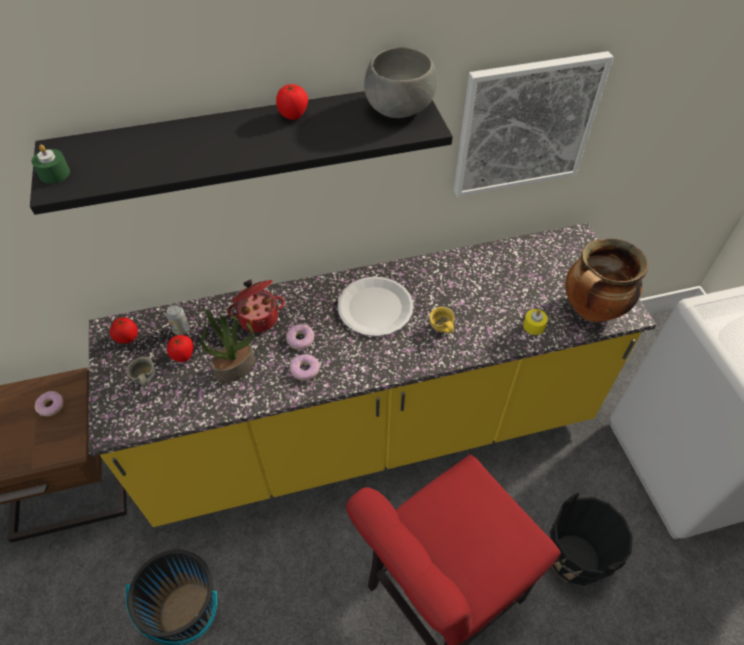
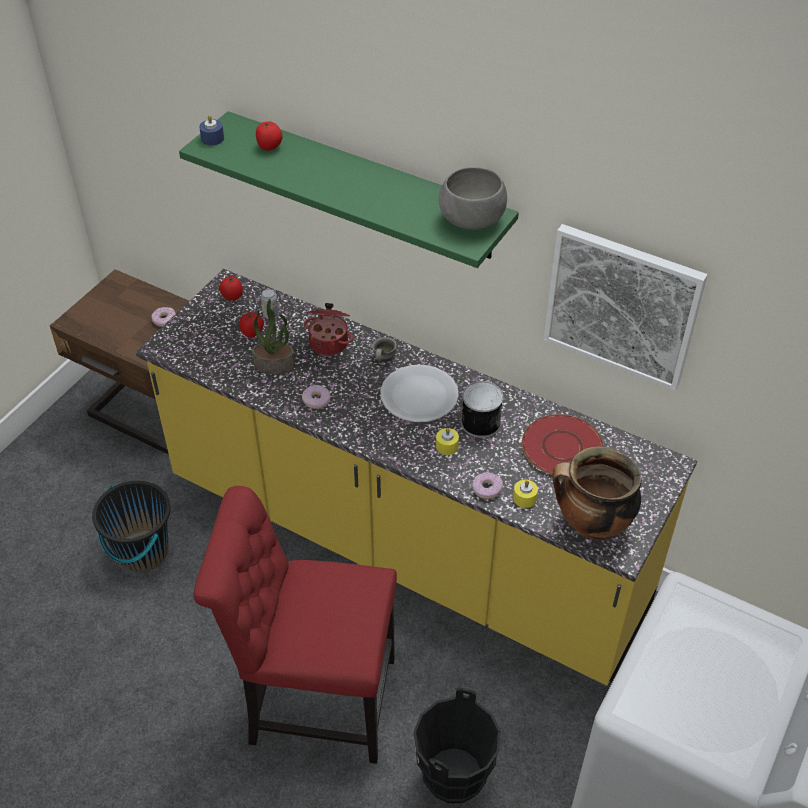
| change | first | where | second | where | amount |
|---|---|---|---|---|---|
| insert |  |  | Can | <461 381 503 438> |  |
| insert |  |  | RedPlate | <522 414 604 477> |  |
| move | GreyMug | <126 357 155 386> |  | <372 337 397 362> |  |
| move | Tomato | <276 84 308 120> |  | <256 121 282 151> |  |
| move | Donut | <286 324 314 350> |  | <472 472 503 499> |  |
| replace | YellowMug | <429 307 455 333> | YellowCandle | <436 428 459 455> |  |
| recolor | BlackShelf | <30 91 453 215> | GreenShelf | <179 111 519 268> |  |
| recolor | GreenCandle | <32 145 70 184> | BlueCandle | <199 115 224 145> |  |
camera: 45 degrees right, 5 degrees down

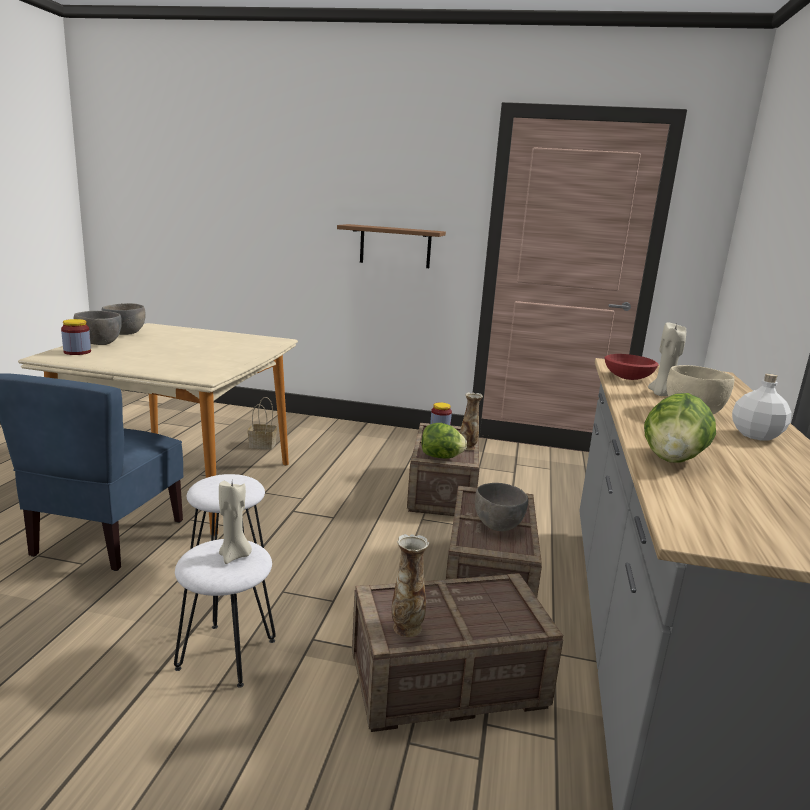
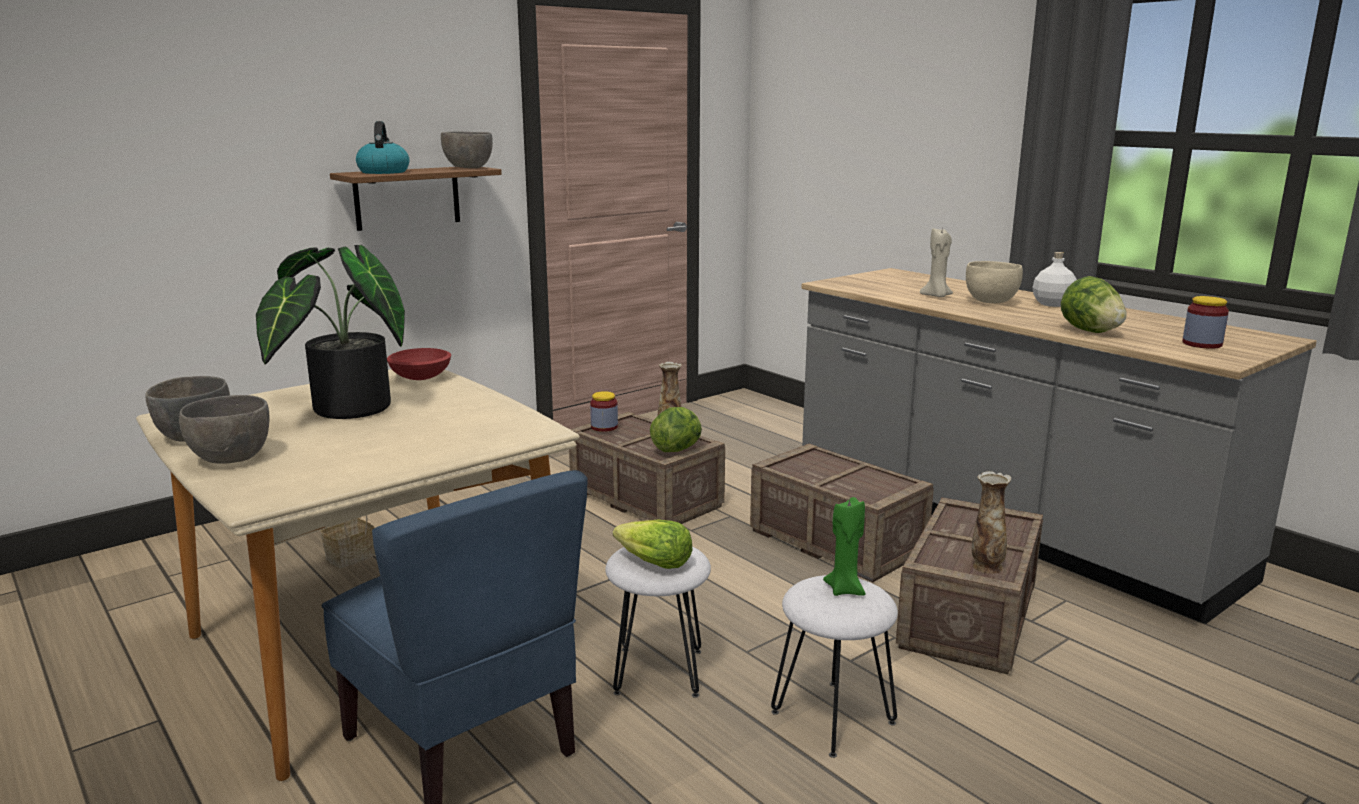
| change | first | where | second | where | amount |
|---|---|---|---|---|---|
| insert |  |  | PottedPlant | <256 245 405 419> |  |
| insert |  |  | Kettle | <356 121 409 174> |  |
| insert |  |  | Lettuce | <613 519 692 569> |  |
| move | Jar | <61 319 91 355> |  | <1182 296 1229 349> |  |
| move | GreyBowl | <475 483 528 531> |  | <441 131 493 168> |  |
| move | RedBowl | <605 354 659 380> |  | <387 348 451 380> |  |
| recolor | BeigeCandle | <219 481 252 564> | GreenCandle | <823 497 865 596> |  |
camera: 50 degrees left, 0 degrees up

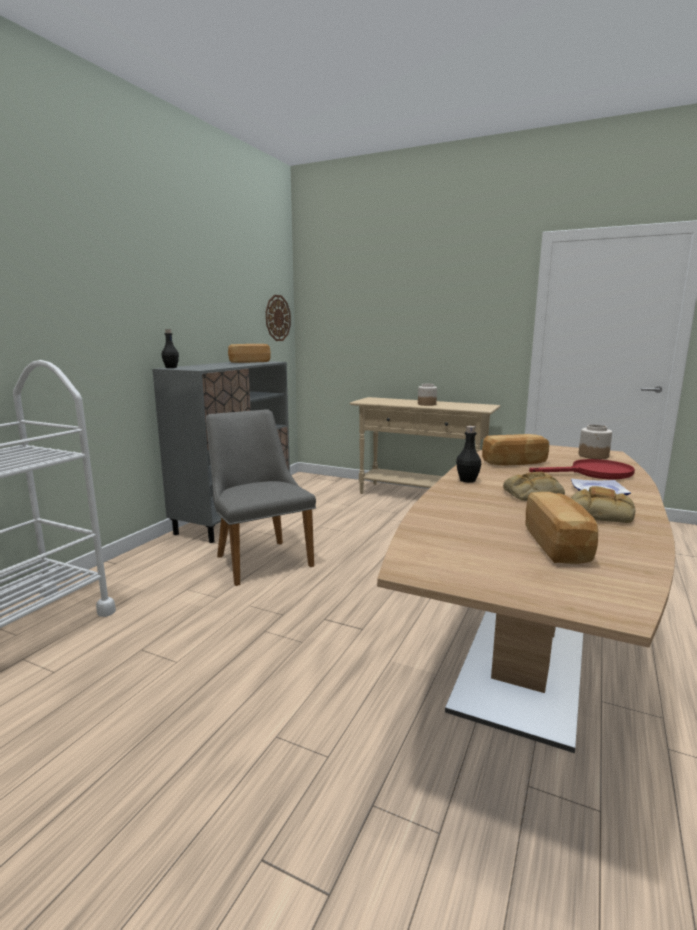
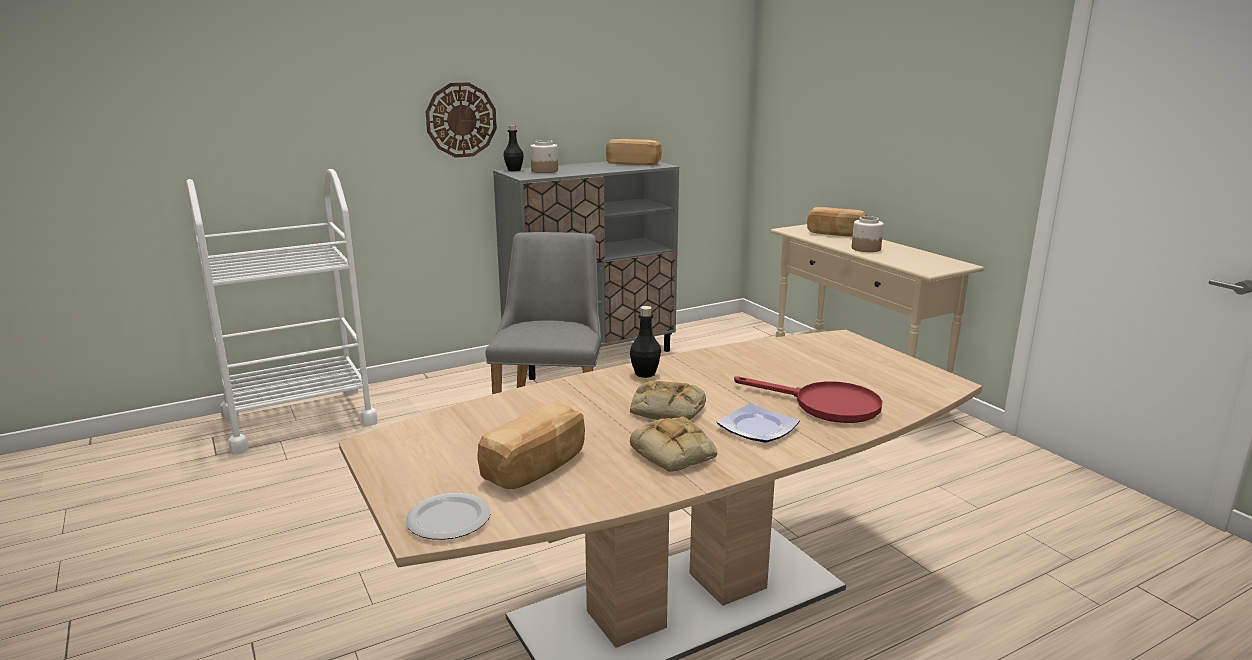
| change | first | where | second | where | amount |
|---|---|---|---|---|---|
| insert |  |  | Plate | <406 493 491 540> |  |
| move | WallClock | <266 295 291 341> |  | <426 82 497 158> |  |
| move | Bread | <482 434 549 466> |  | <807 207 867 237> |  |
| move | Jar | <578 424 612 459> |  | <530 140 558 173> |  |
camera: 35 degrees right, 5 degrees up

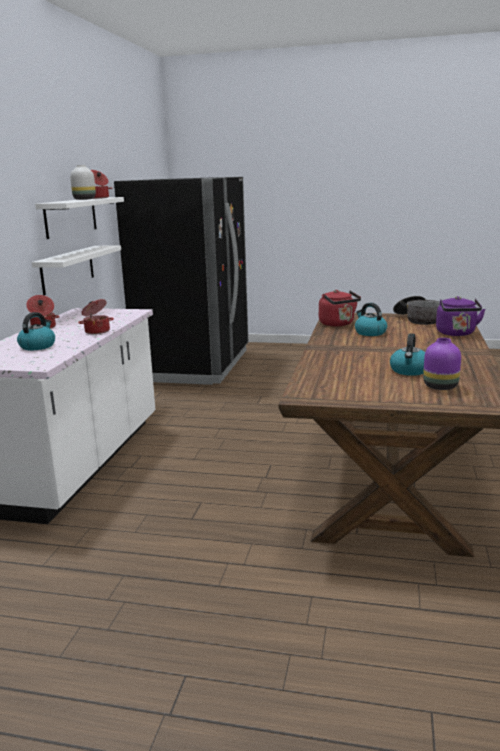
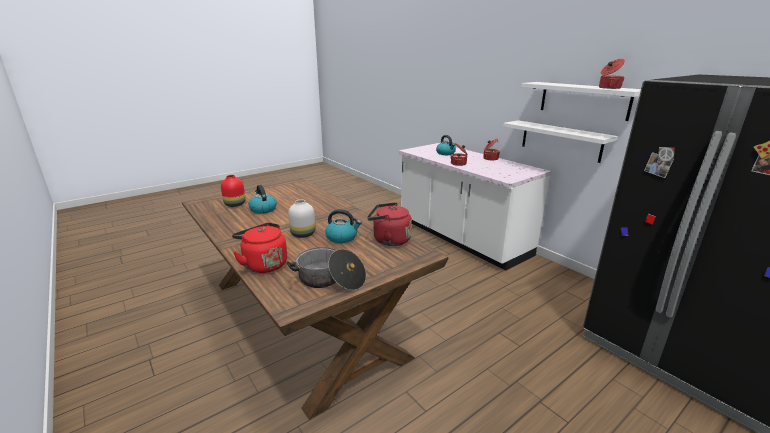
| change | first | where | second | where | amount |
|---|---|---|---|---|---|
| move | WhiteVase | <70 165 96 200> |  | <288 199 315 238> |  |
| recolor | PurpleVase | <423 338 461 390> | RedVase | <221 175 245 207> |  |
| recolor | PurpleKettle | <436 296 486 336> | RedKettle | <232 223 287 273> |  |
camera: 130 degrees right, 5 degrees up

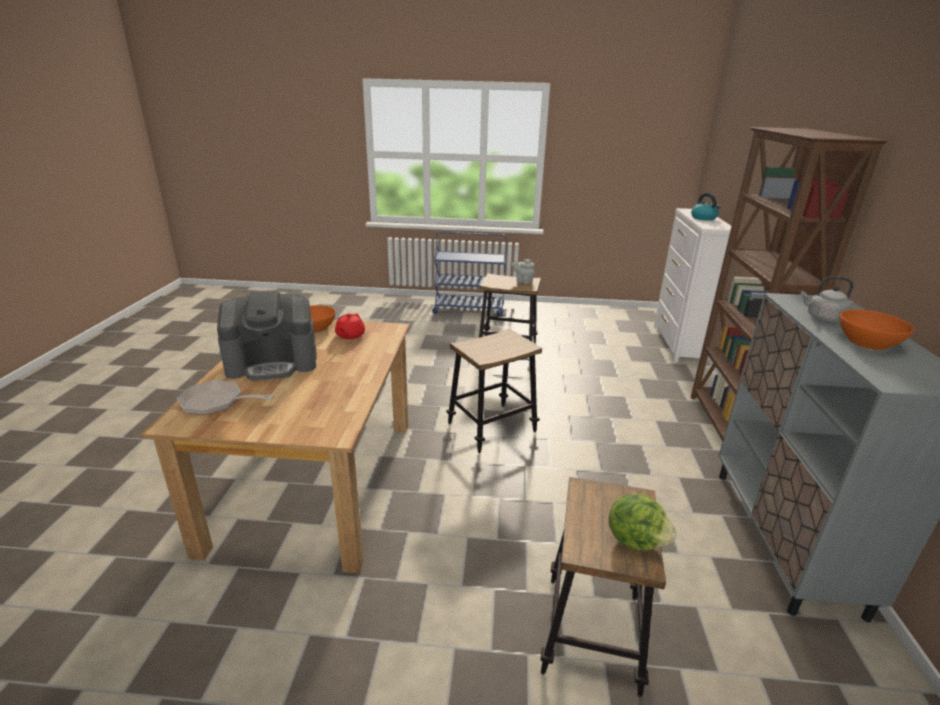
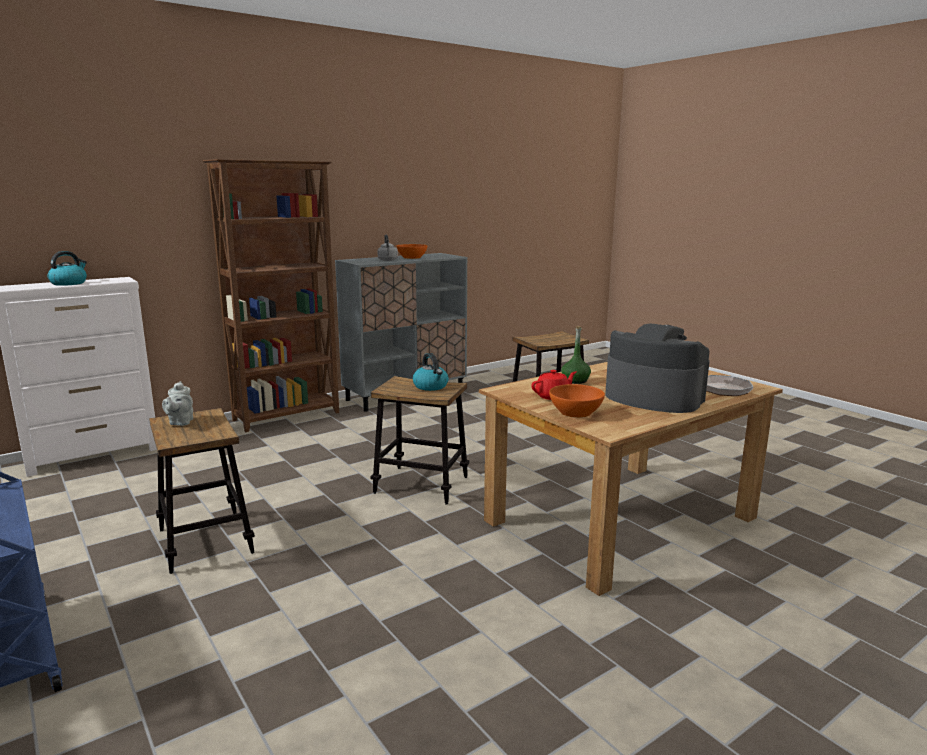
| change | first | where | second | where | amount |
|---|---|---|---|---|---|
| delete | Lettuce | <609 494 676 551> |  |  |  |
| insert |  |  | Kettle | <413 353 449 391> |  |
| insert |  |  | GreenBottle | <561 326 591 384> |  |
camera: 130 degrees left, 10 degrees down

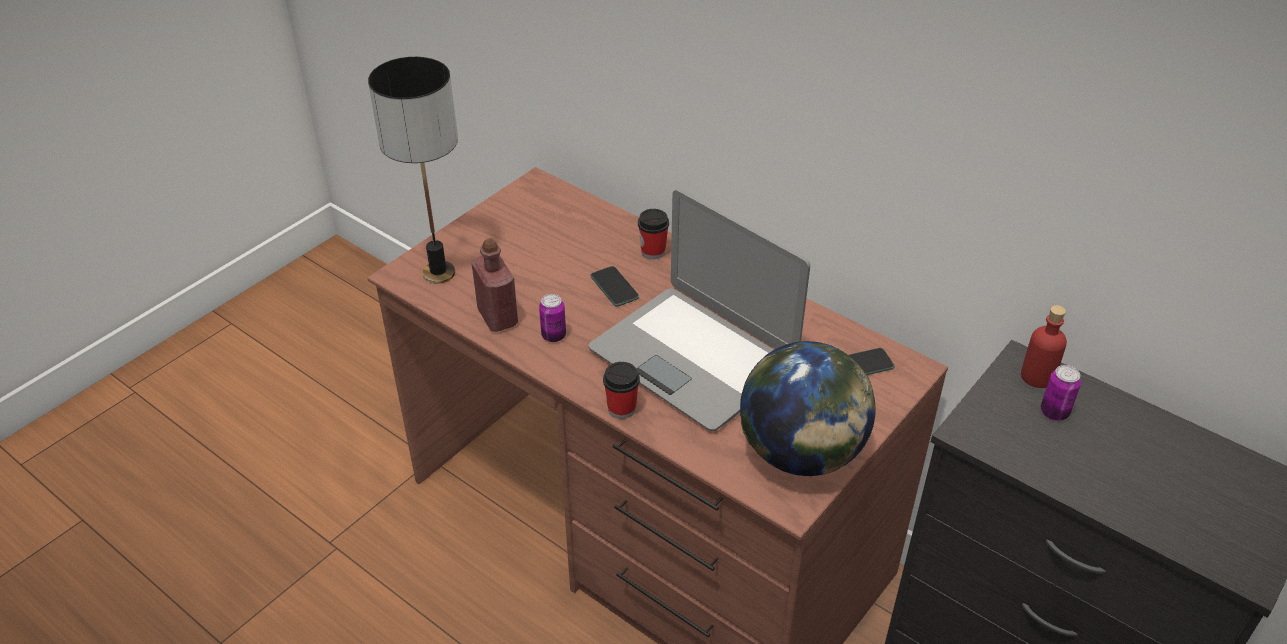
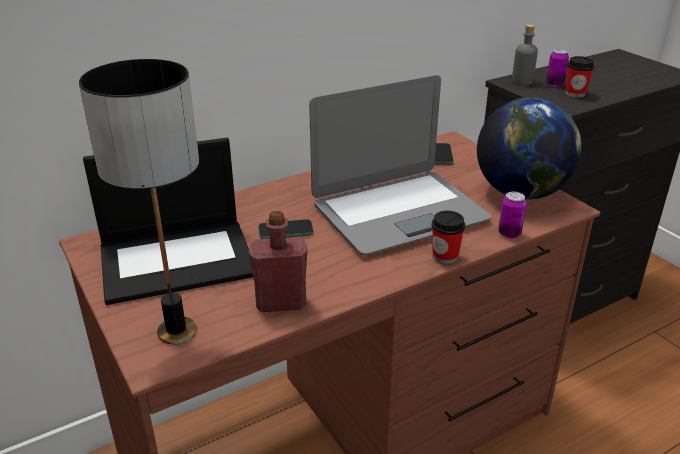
| change | first | where | second | where | amount |
|---|---|---|---|---|---|
| insert |  |  | Laptop | <83 138 253 305> |  |
| move | Can | <539 294 566 342> |  | <498 192 527 238> |  |
| move | Cup | <638 209 669 259> |  | <565 56 594 98> |  |
| recolor | RedBottle | <1021 305 1067 388> | GreyBottle | <512 24 538 85> |  |
camera: 70 degrees left, 10 degrees down

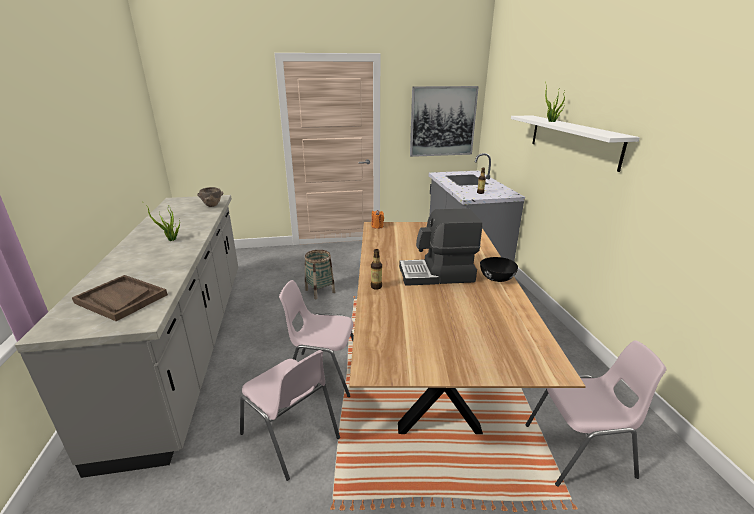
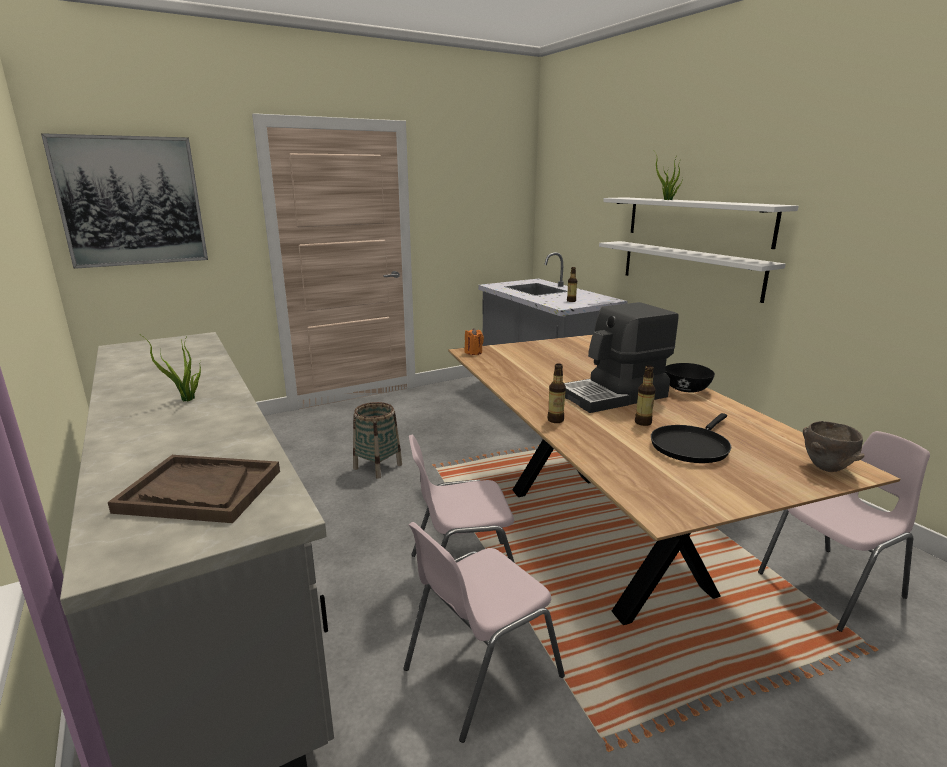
| change | first | where | second | where | amount |
|---|---|---|---|---|---|
| insert |  |  | WhiteShelf | <599 241 786 303> |  |
| insert |  |  | Bottle | <635 365 656 426> |  |
| insert |  |  | BlackFryingPan | <651 413 731 463> |  |
| move | BrownBowl | <197 187 224 207> |  | <803 421 865 472> |  |
| move | Picture | <410 86 479 157> |  | <41 133 208 269> |  |
| rotate | PinkChair | <240 350 340 481> |  | <404 522 565 743> | 120 degrees clockwise |
camera: 20 degrees left, 5 degrees down

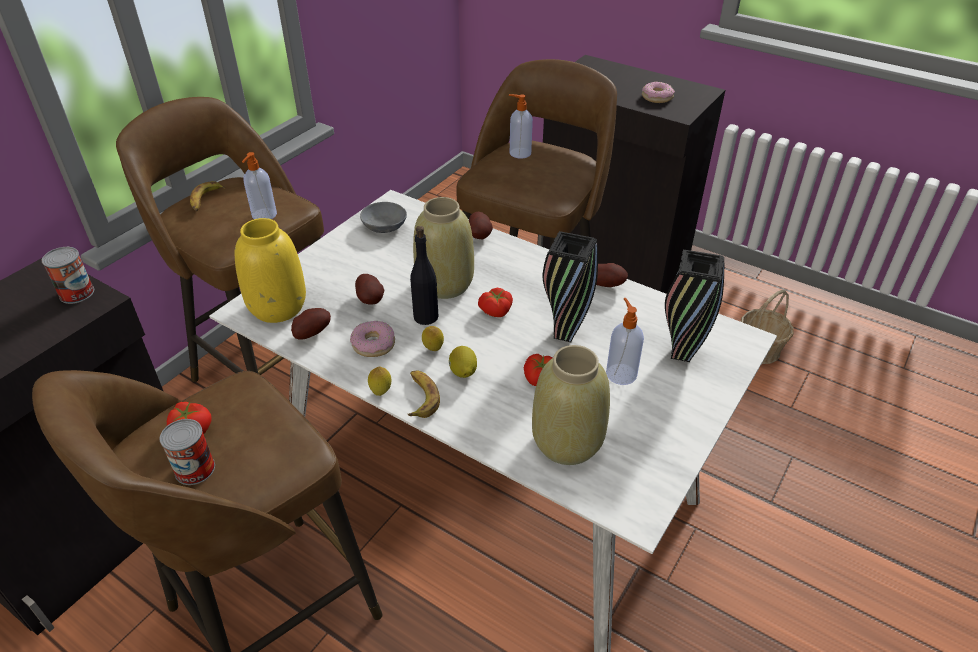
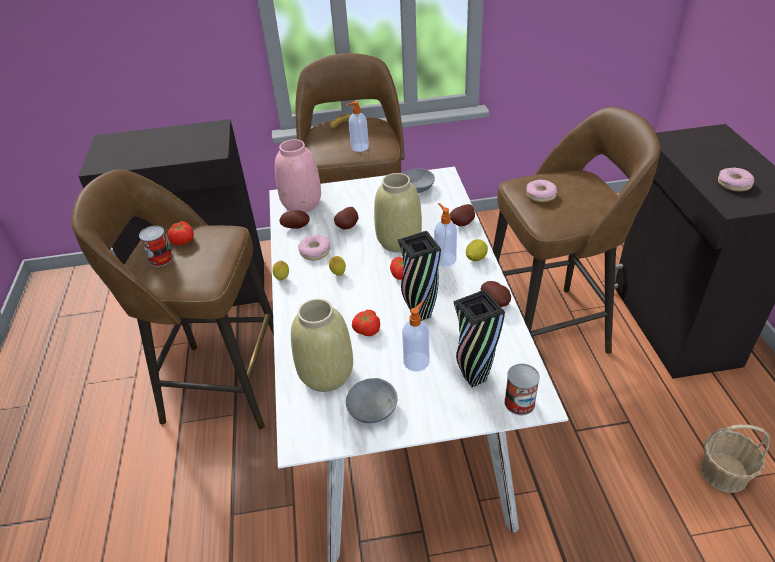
| change | first | where | second | where | amount |
|---|---|---|---|---|---|
| delete | Banana | <408 371 440 418> |  |  |  |
| delete | BlackBottle | <410 226 438 325> |  |  |  |
| insert |  |  | GreyBowl | <346 378 397 423> |  |
| insert |  |  | Donut | <526 180 557 202> |  |
| move | Can | <42 247 94 304> |  | <504 364 540 415> |  |
| move | Lemon | <449 346 477 378> |  | <466 239 488 261> |  |
| move | SoapDispenser | <509 94 533 158> |  | <434 203 457 266> |  |
| recolor | YellowVase | <234 218 306 323> | PinkVase | <275 139 321 213> |  |
camera: 50 degrees right, 0 degrees up

